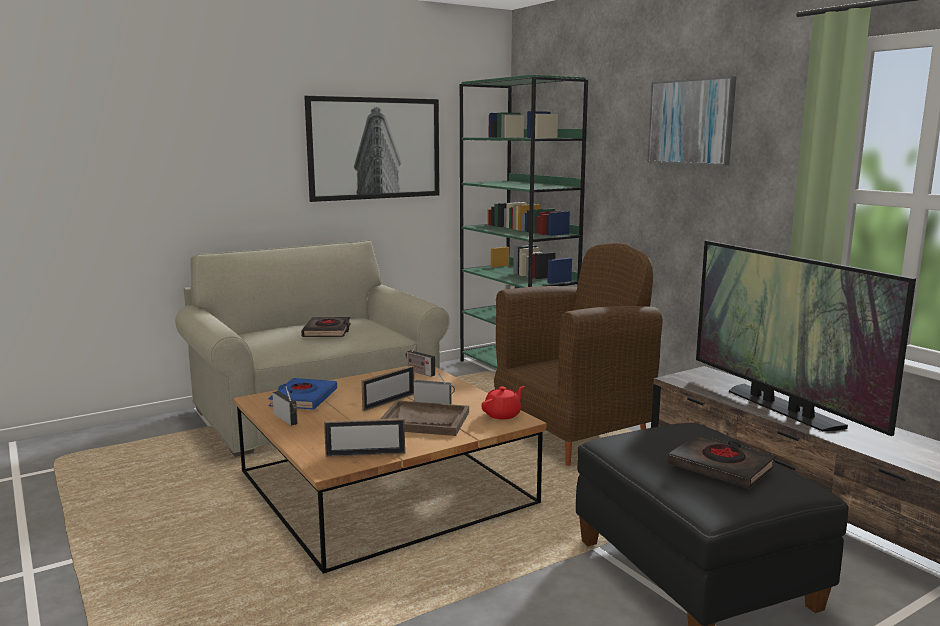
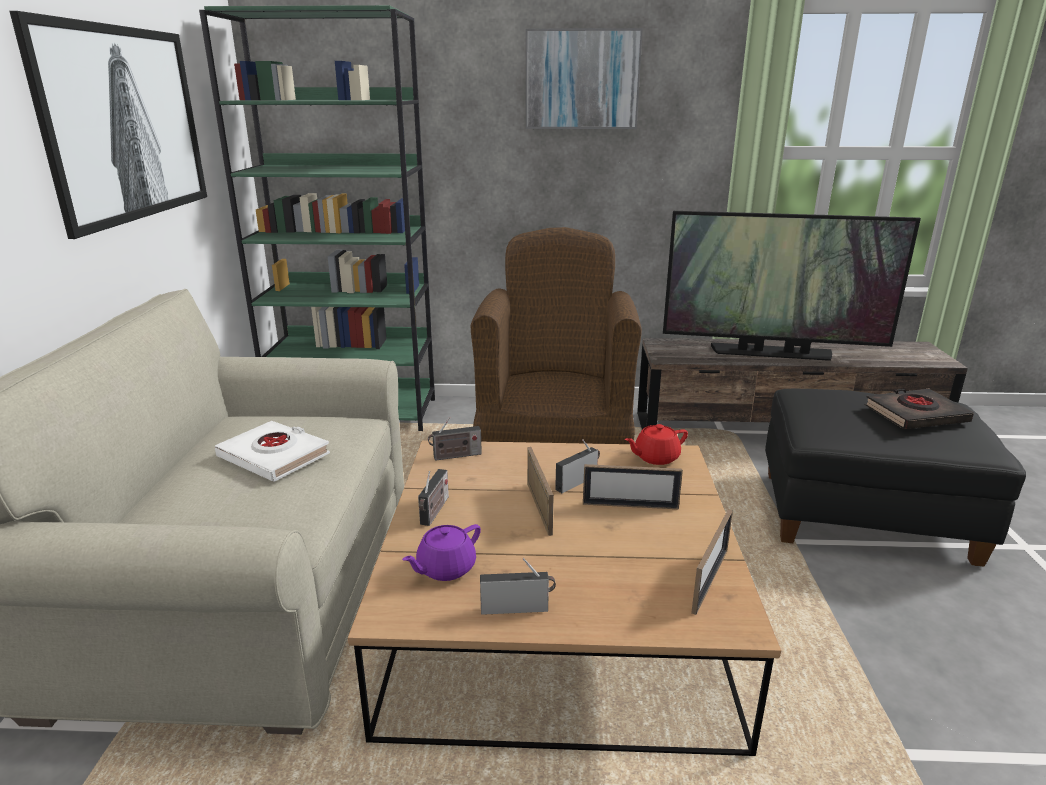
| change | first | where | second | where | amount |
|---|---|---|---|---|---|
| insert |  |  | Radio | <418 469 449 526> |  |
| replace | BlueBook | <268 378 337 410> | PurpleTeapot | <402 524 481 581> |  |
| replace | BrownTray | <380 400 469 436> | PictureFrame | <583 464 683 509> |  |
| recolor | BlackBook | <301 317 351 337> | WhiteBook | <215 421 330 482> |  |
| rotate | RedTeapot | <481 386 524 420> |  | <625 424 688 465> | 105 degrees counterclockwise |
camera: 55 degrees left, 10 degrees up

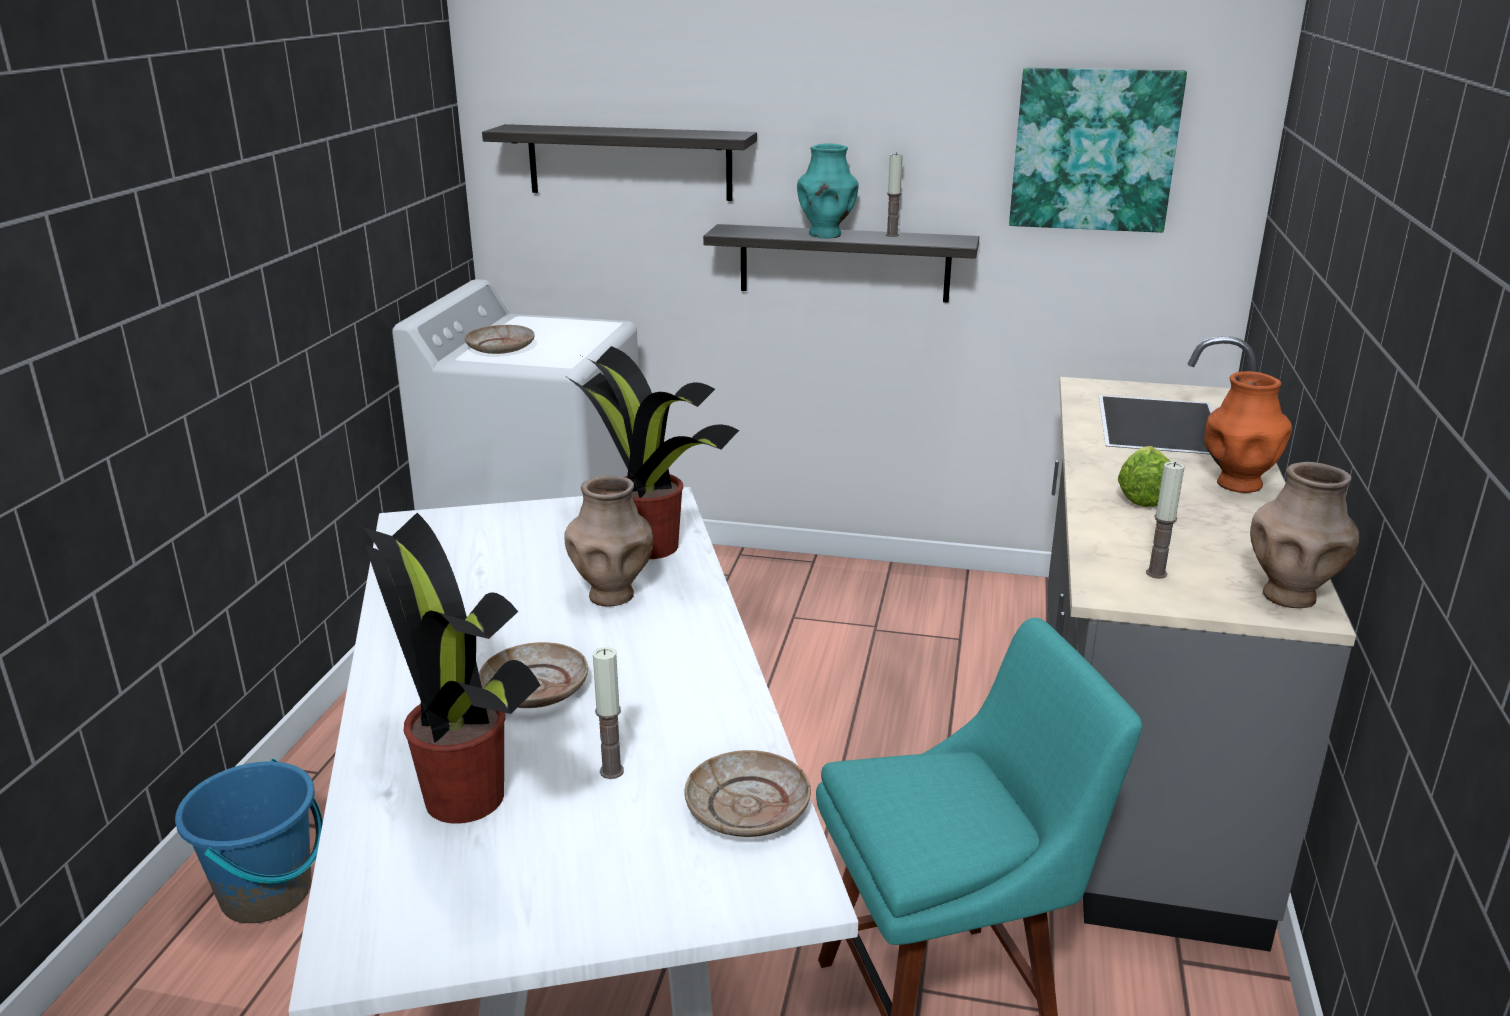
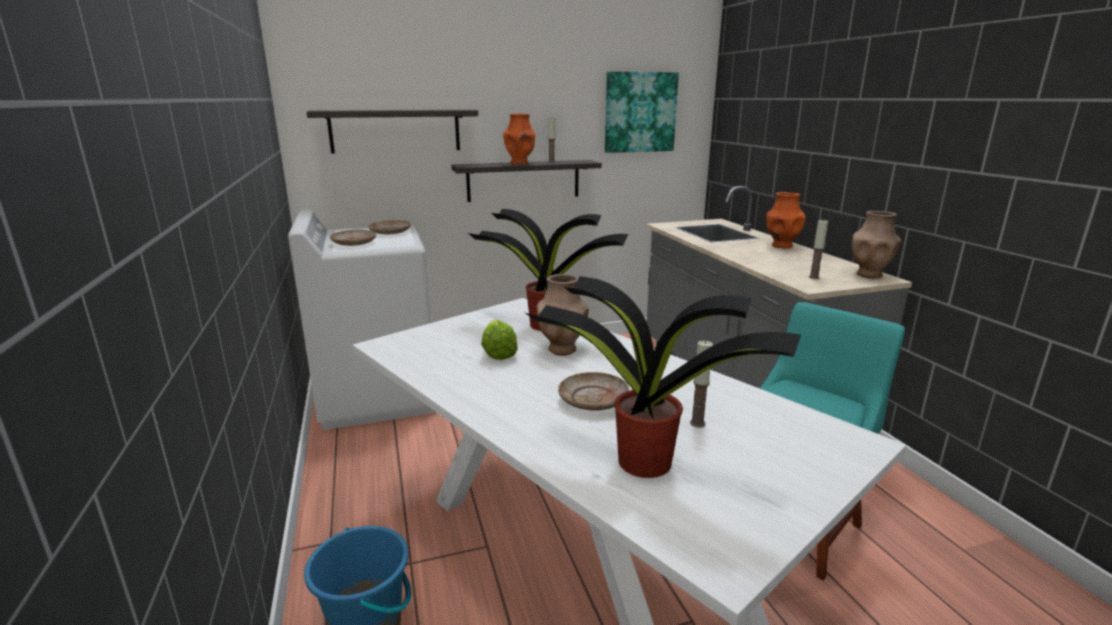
| change | first | where | second | where | amount |
|---|---|---|---|---|---|
| move | BeigePlate | <684 750 811 837> |  | <368 220 411 234> |  |
| move | Lettuce | <1118 446 1171 507> |  | <481 320 518 360> |  |
| recolor | TurquoiseVase | <797 143 859 238> | OrangeVase | <503 114 536 165> |  |
camera: 30 degrees left, 5 degrees down

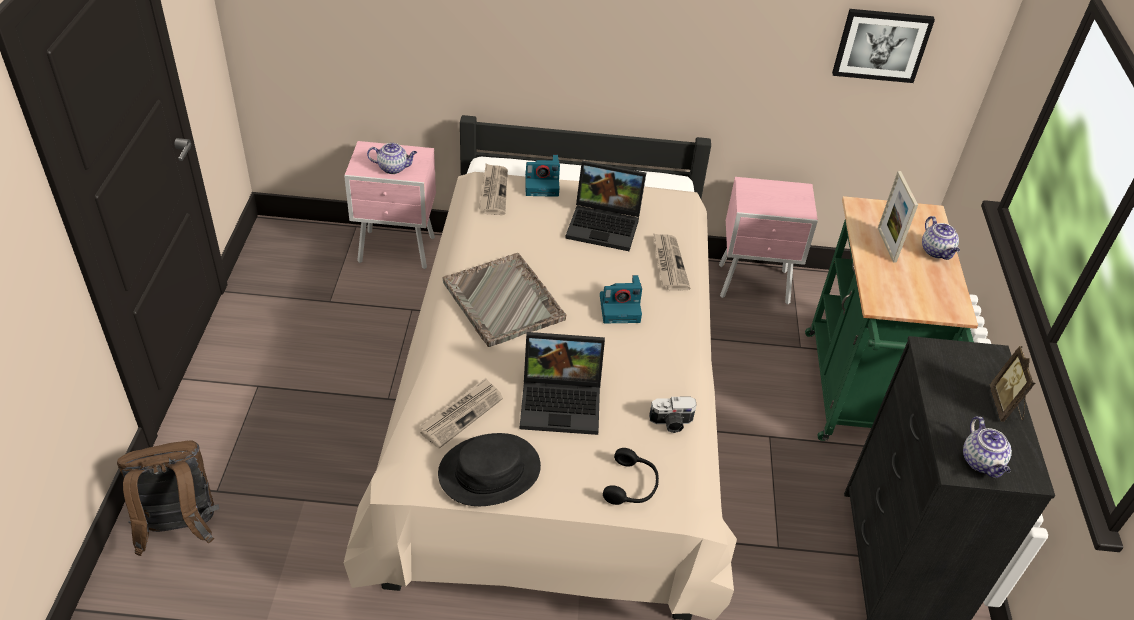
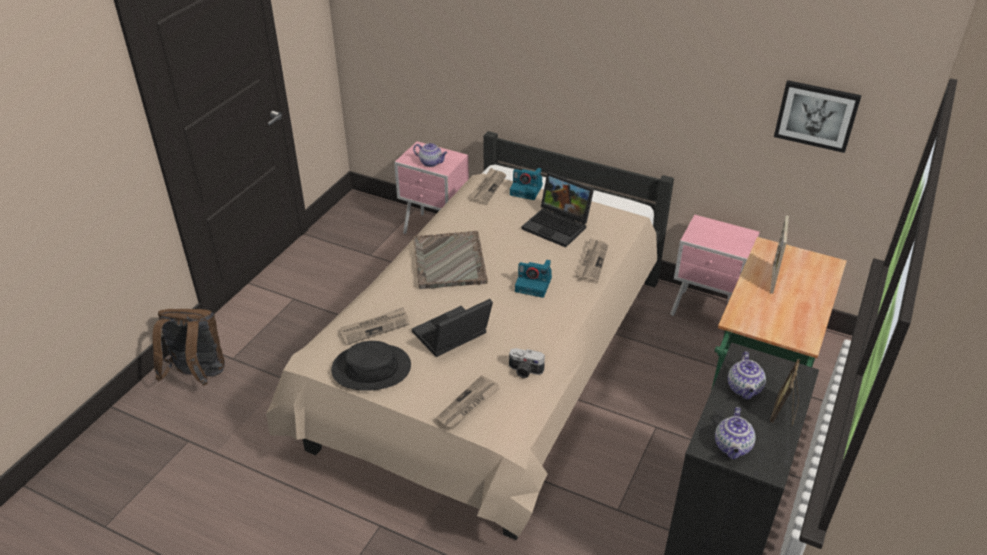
| change | first | where | second | where | amount |
|---|---|---|---|---|---|
| move | Teapot | <922 216 960 260> |  | <728 351 766 400> |  |
| replace | BlackHeadphones | <603 448 659 505> | Newspaper | <435 375 500 429> |  |
| rotate | Laptop | <520 332 605 435> |  | <412 299 493 357> | 120 degrees clockwise |
camera: 25 degrees right, 5 degrees down

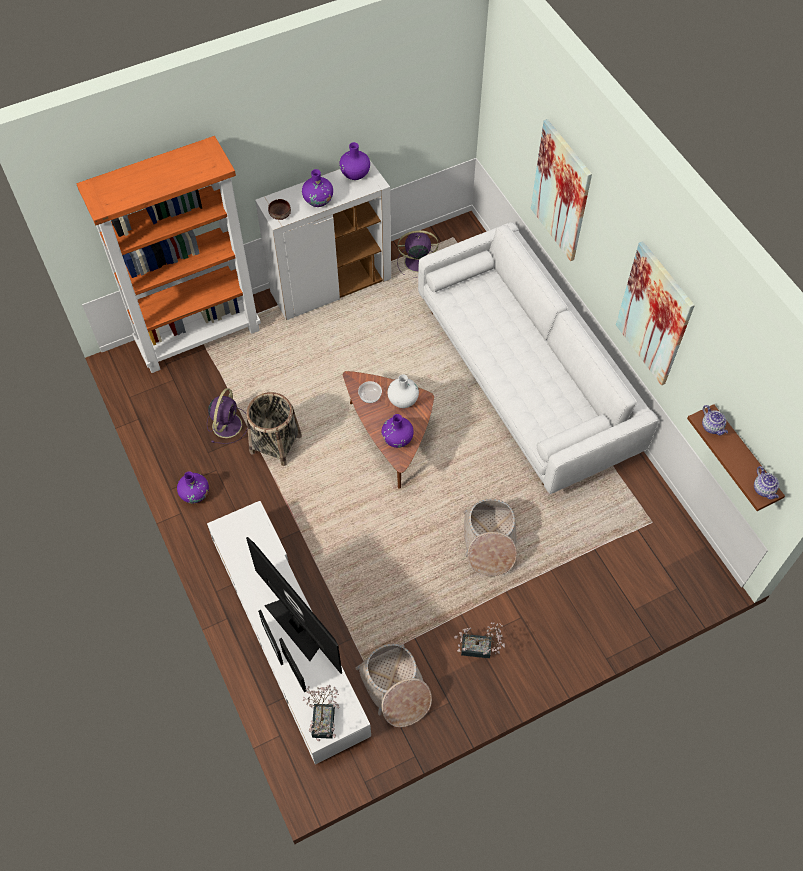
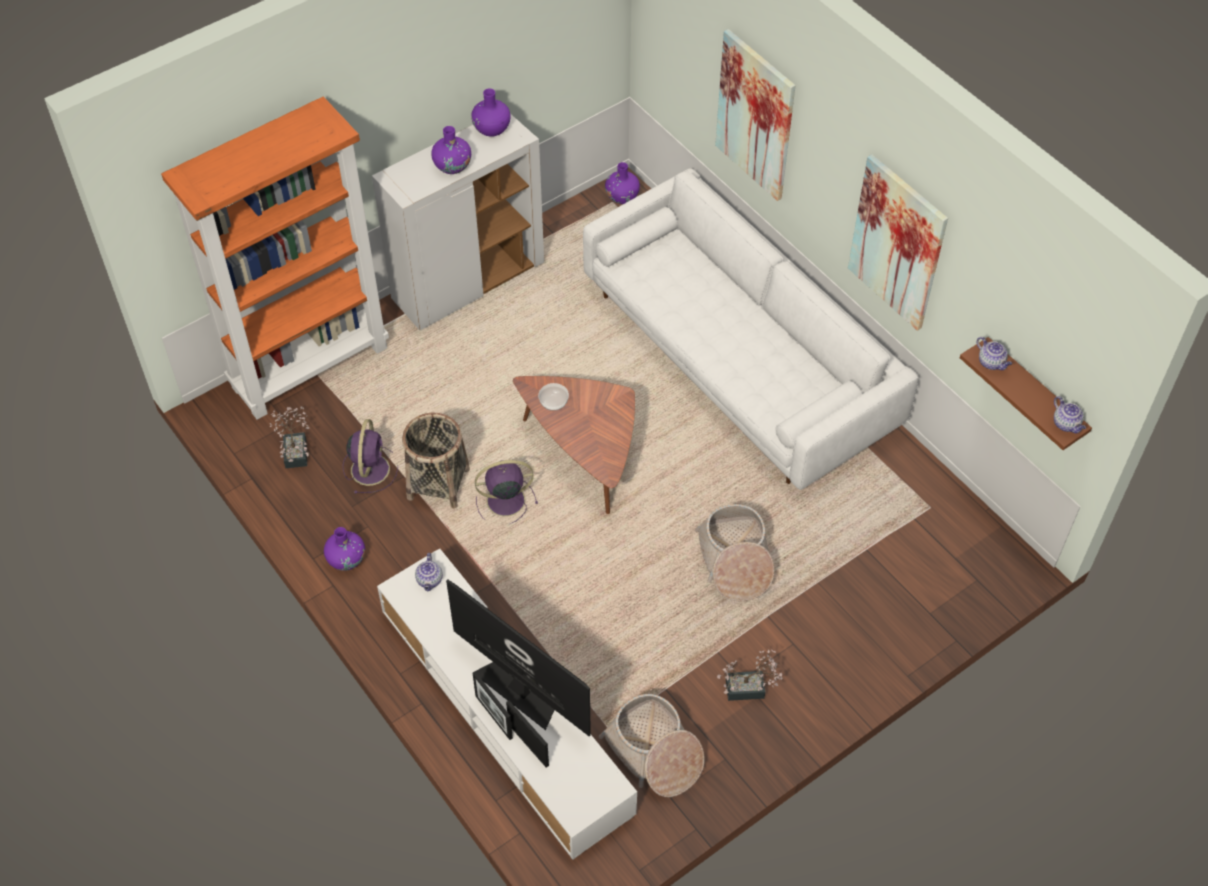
| change | first | where | second | where | amount |
|---|---|---|---|---|---|
| delete | BrownBowl | <268 199 291 220> |  |  |  |
| delete | WhiteVase | <387 374 419 408> |  |  |  |
| insert |  |  | Teapot | <415 553 443 591> |  |
| move | PottedPlant | <303 685 339 741> |  | <270 406 310 468> |  |
| move | PurpleVase | <381 414 414 448> |  | <605 162 640 204> |  |
| move | PurpleFan | <397 230 438 278> |  | <475 460 538 524> |  |
camera: 10 degrees left, 5 degrees down

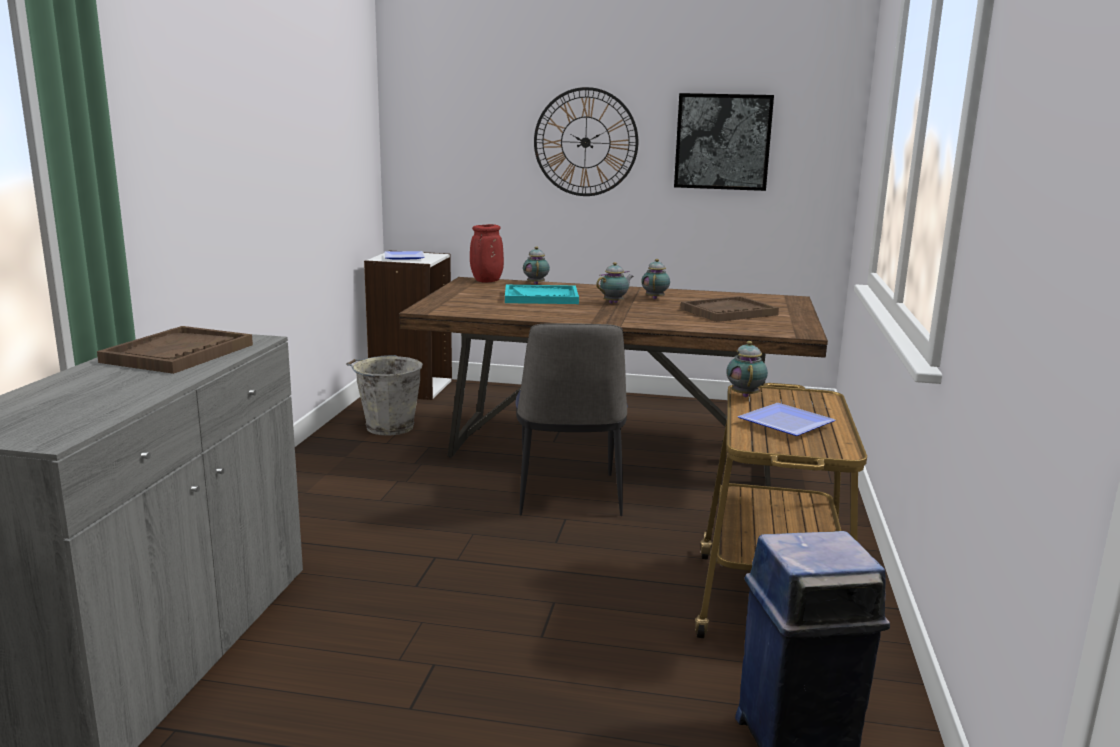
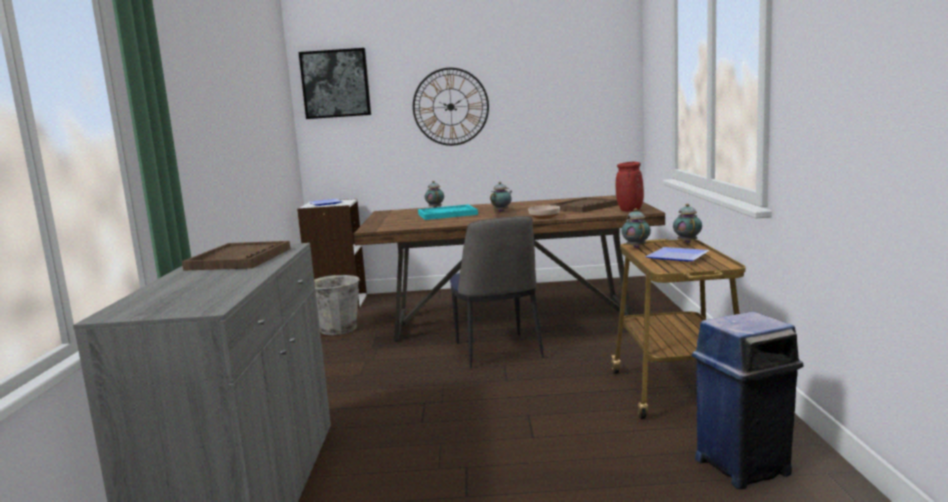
| change | first | where | second | where | amount |
|---|---|---|---|---|---|
| insert |  |  | Bowl | <528 205 560 219> |  |
| move | RedVase | <470 224 504 283> |  | <615 162 644 212> |  |
| move | Teapot | <641 259 670 300> |  | <673 204 702 243> |  |
| move | Picture | <674 93 774 191> |  | <299 48 371 119> |  |
camera: 10 degrees left, 5 degrees down

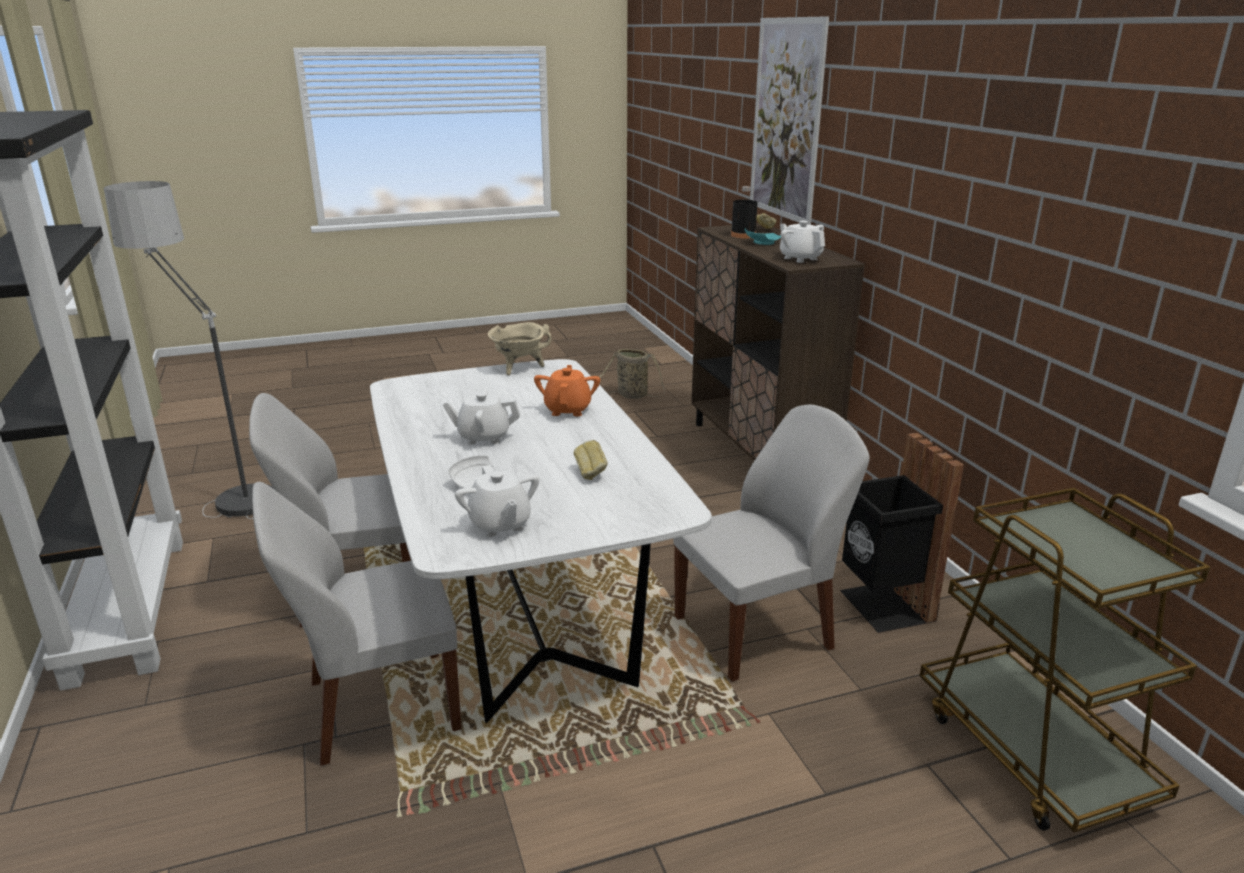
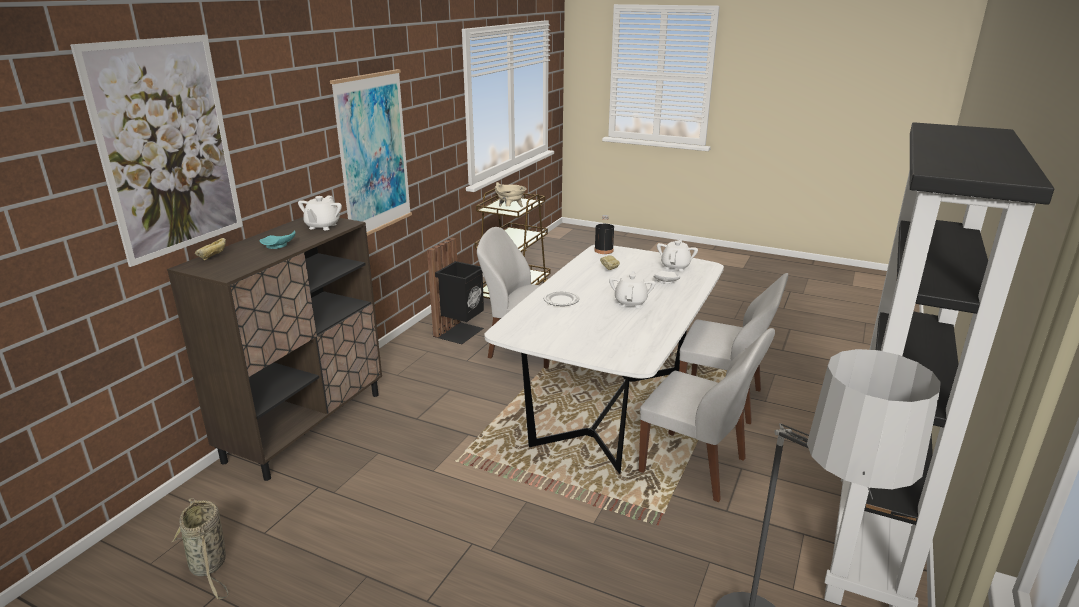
| change | first | where | second | where | amount |
|---|---|---|---|---|---|
| insert |  |  | Picture | <330 69 412 236> |  |
| move | BeigeCookingPot | <488 322 552 376> |  | <495 182 527 207> |  |
| move | BlackBottle | <731 186 758 238> |  | <594 215 614 254> |  |
| replace | OrangeTeapot | <534 365 600 416> | Plate | <544 291 580 306> |  |
| rotate | WhiteTeapot | <443 389 520 445> |  | <609 271 656 308> | 120 degrees counterclockwise |
camera: 135 degrees left, 0 degrees up

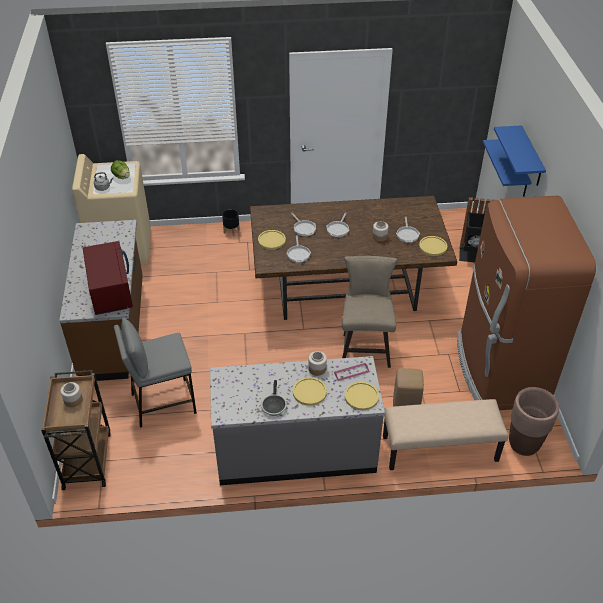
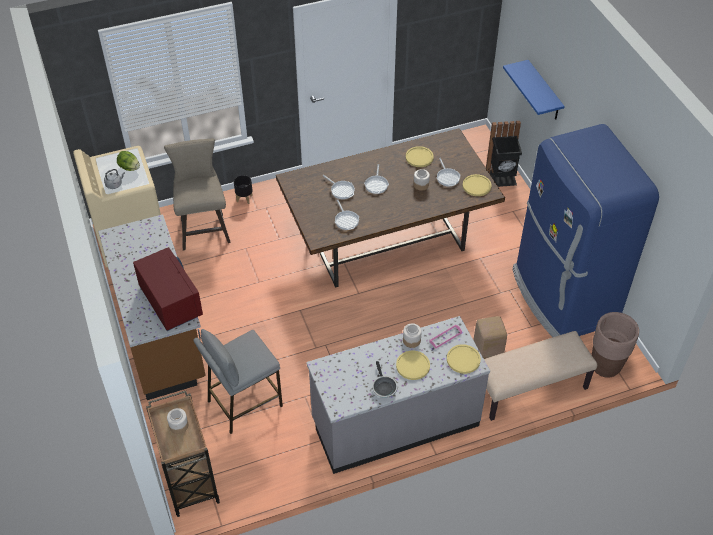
| change | first | where | second | where | amount |
|---|---|---|---|---|---|
| delete | BlueShelf | <494 125 546 186> |  |  |  |
| move | YellowPlate | <258 230 286 250> |  | <406 146 434 167> |  |
| move | BeigeStool | <342 256 397 368> |  | <164 139 231 250> |  |
| recolor | BrownFridge | <457 196 596 410> | BlueFridge | <513 124 659 337> |  |
camera: 15 degrees left, 5 degrees up

